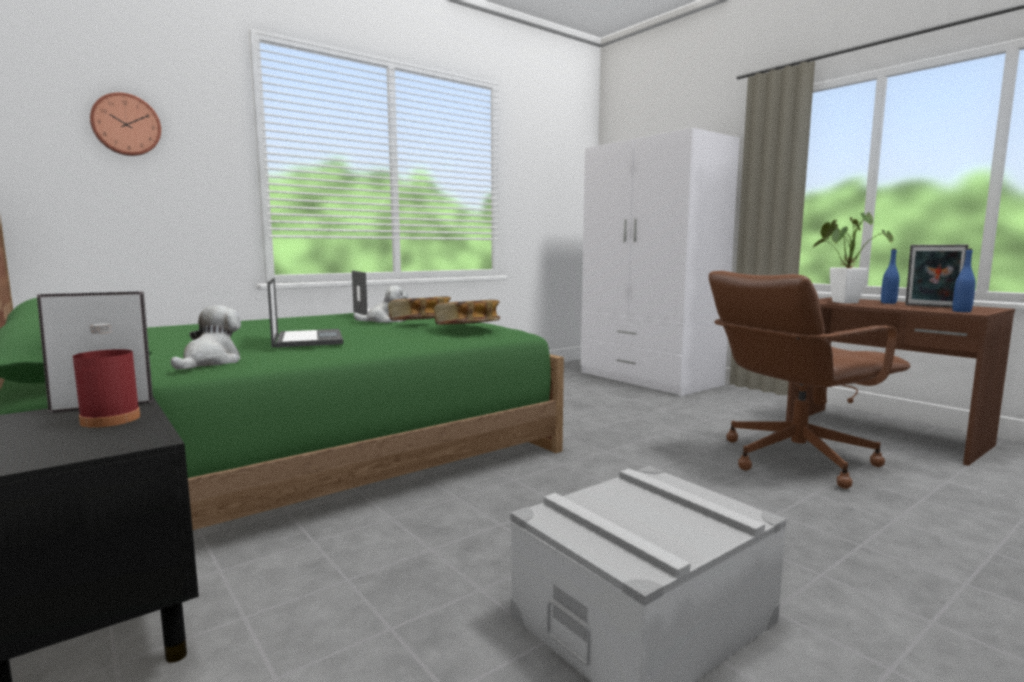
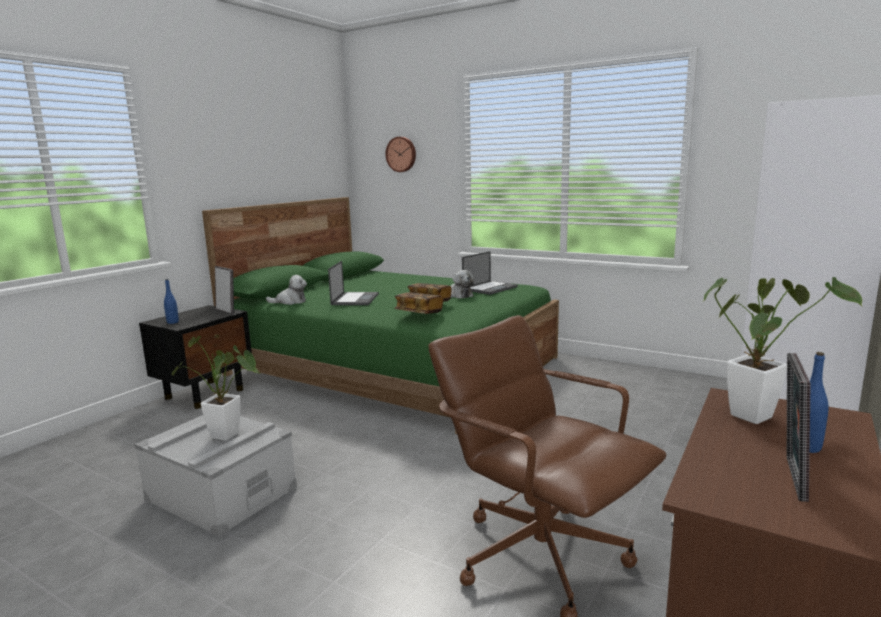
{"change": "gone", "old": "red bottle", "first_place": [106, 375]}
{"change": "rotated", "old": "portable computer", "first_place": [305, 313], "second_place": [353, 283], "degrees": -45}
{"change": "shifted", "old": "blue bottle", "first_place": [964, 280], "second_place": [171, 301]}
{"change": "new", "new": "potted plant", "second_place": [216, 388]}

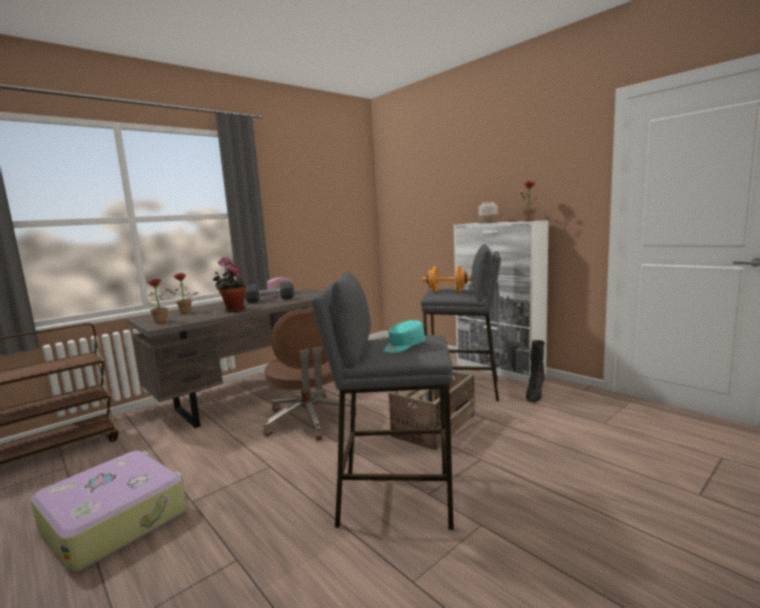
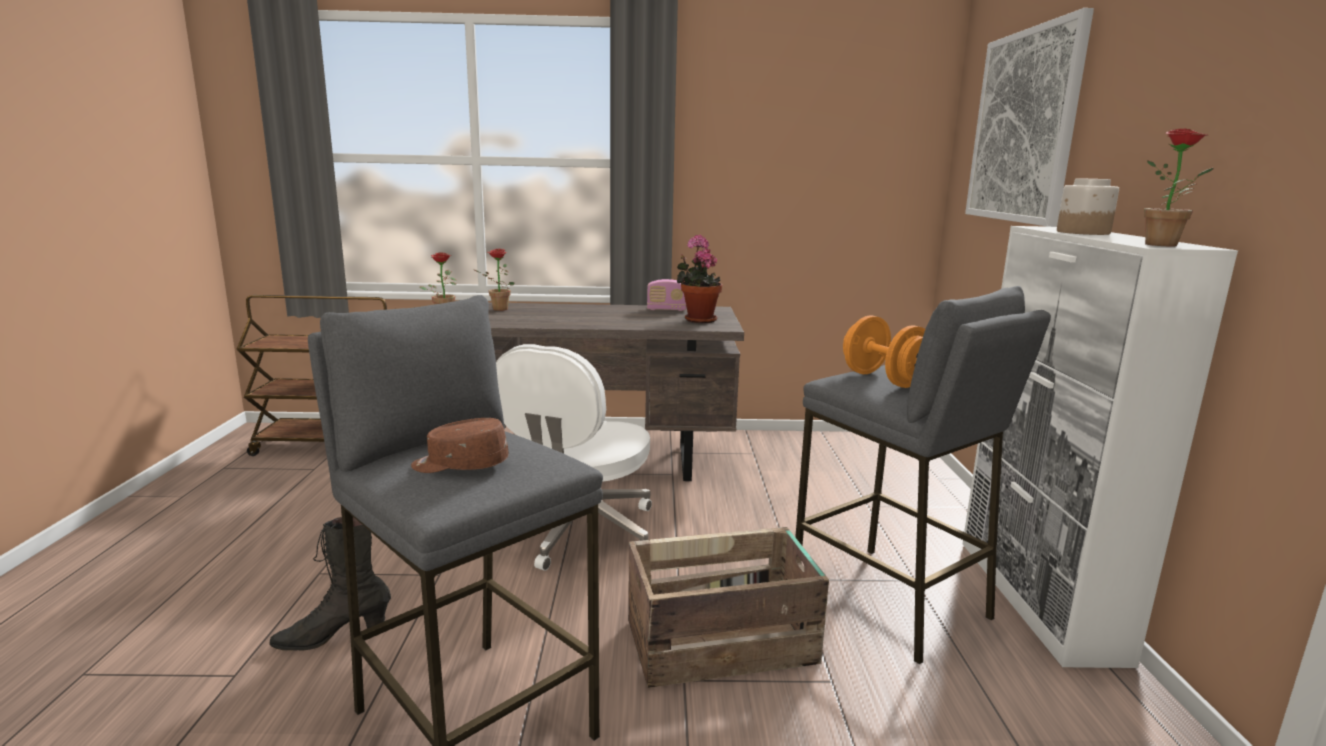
{"change": "gone", "old": "suitcase", "first_place": [108, 511]}
{"change": "shifted", "old": "potted plant", "first_place": [229, 284], "second_place": [699, 279]}
{"change": "gone", "old": "black free weight", "first_place": [269, 292]}
{"change": "repainted", "old": "brown computer chair", "new": "white-coloured computer chair", "first_place": [309, 374], "second_place": [574, 457]}
{"change": "repainted", "old": "turquoise-coloured peaked cap", "new": "brown peaked cap", "first_place": [404, 336], "second_place": [460, 445]}
{"change": "shifted", "old": "black high-top boot", "first_place": [535, 371], "second_place": [330, 584]}
{"change": "new", "new": "wall picture", "second_place": [1029, 117]}

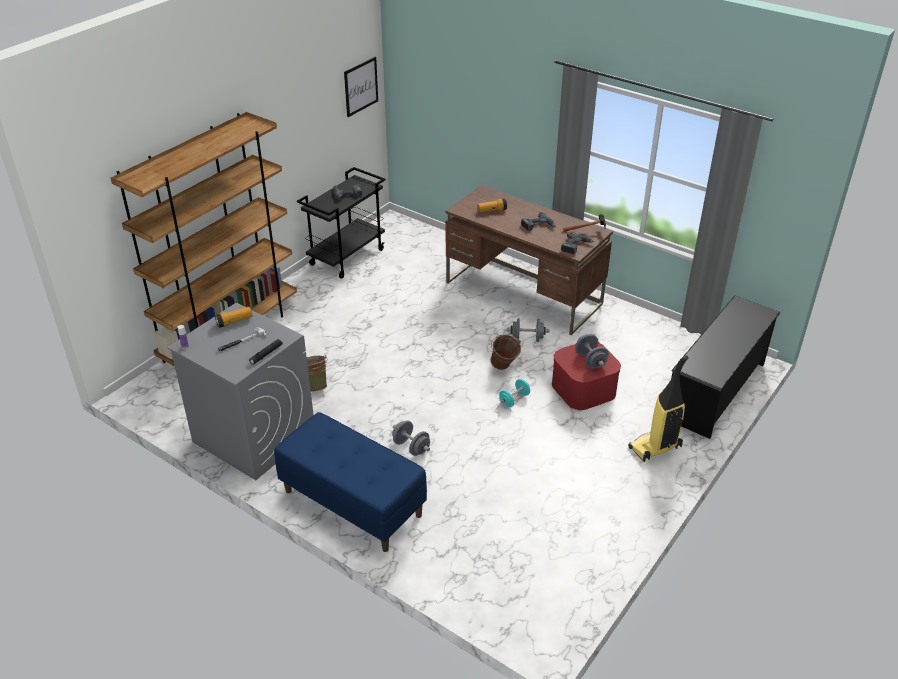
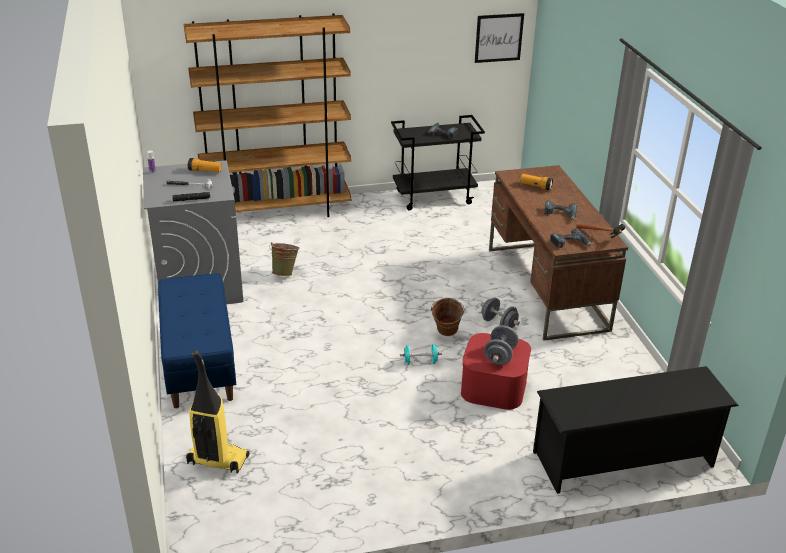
{"change": "gone", "old": "greyish free weight", "first_place": [411, 438]}
{"change": "shifted", "old": "hoover", "first_place": [658, 408], "second_place": [218, 412]}

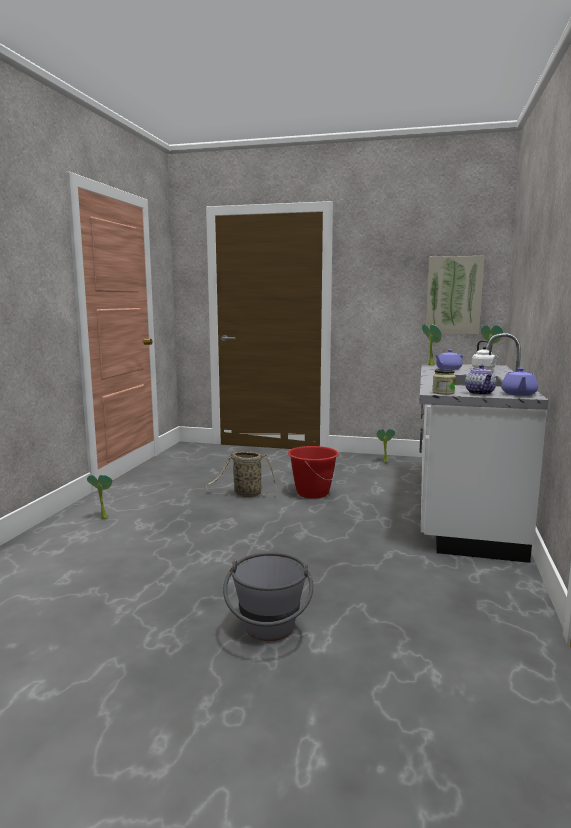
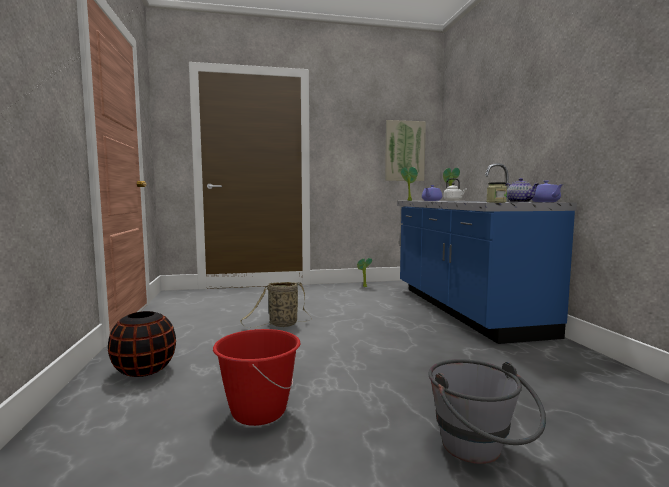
{"change": "swapped", "old": "potted plant", "new": "black flower vase", "first_place": [99, 497], "second_place": [142, 344]}
{"change": "shifted", "old": "red water bucket", "first_place": [313, 472], "second_place": [256, 377]}
{"change": "repainted", "old": "white-coloured kitchen base unit", "new": "blue kitchen base unit", "first_place": [484, 448], "second_place": [487, 253]}

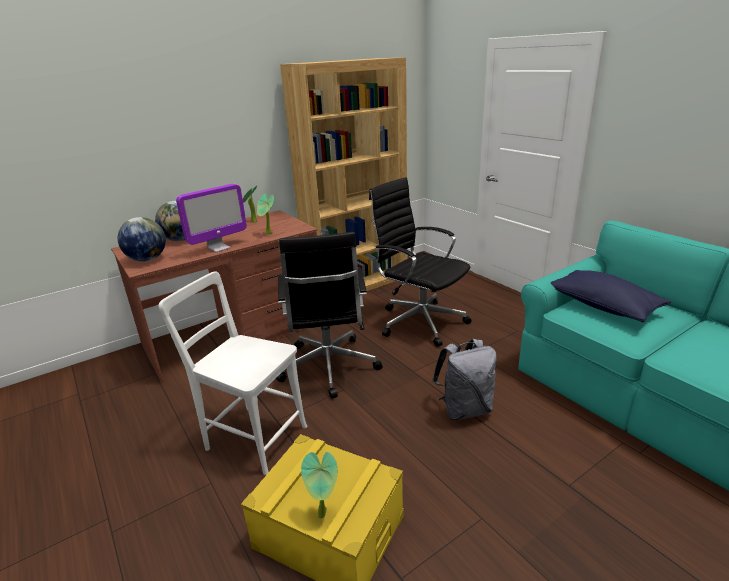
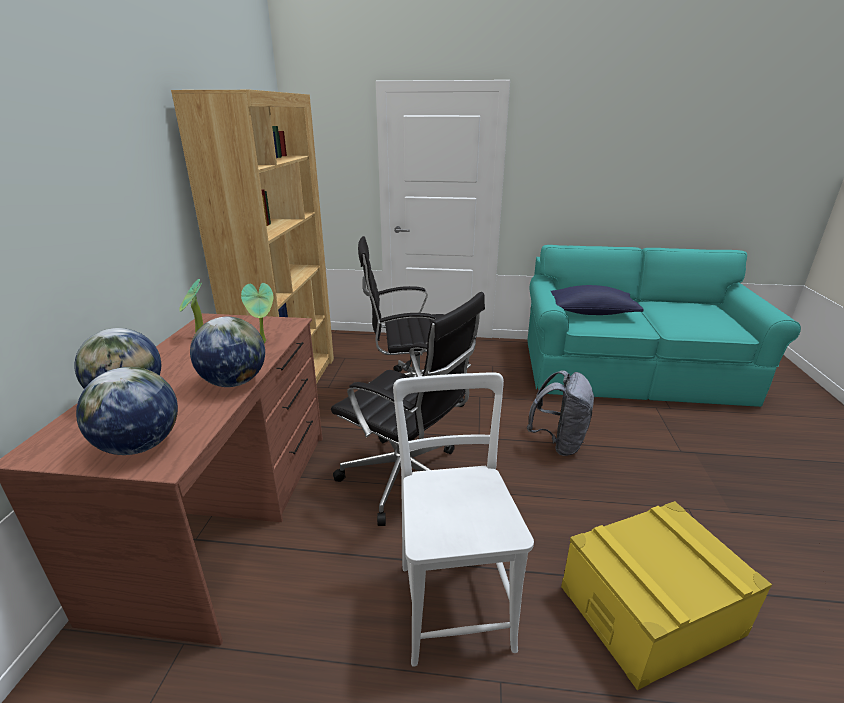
{"change": "rotated", "old": "white-coloured upright chair", "first_place": [233, 373], "second_place": [463, 520], "degrees": 105}
{"change": "swapped", "old": "computer display", "new": "world globe", "first_place": [211, 218], "second_place": [227, 352]}
{"change": "gone", "old": "potted plant", "first_place": [319, 485]}

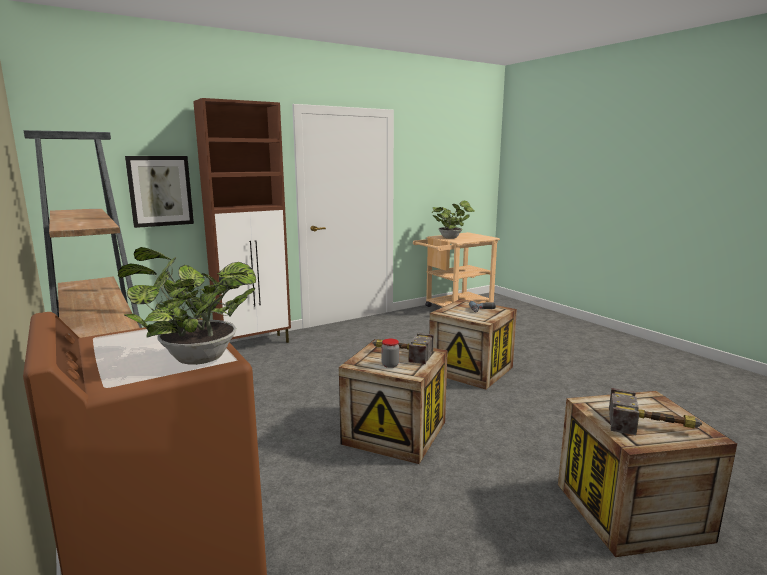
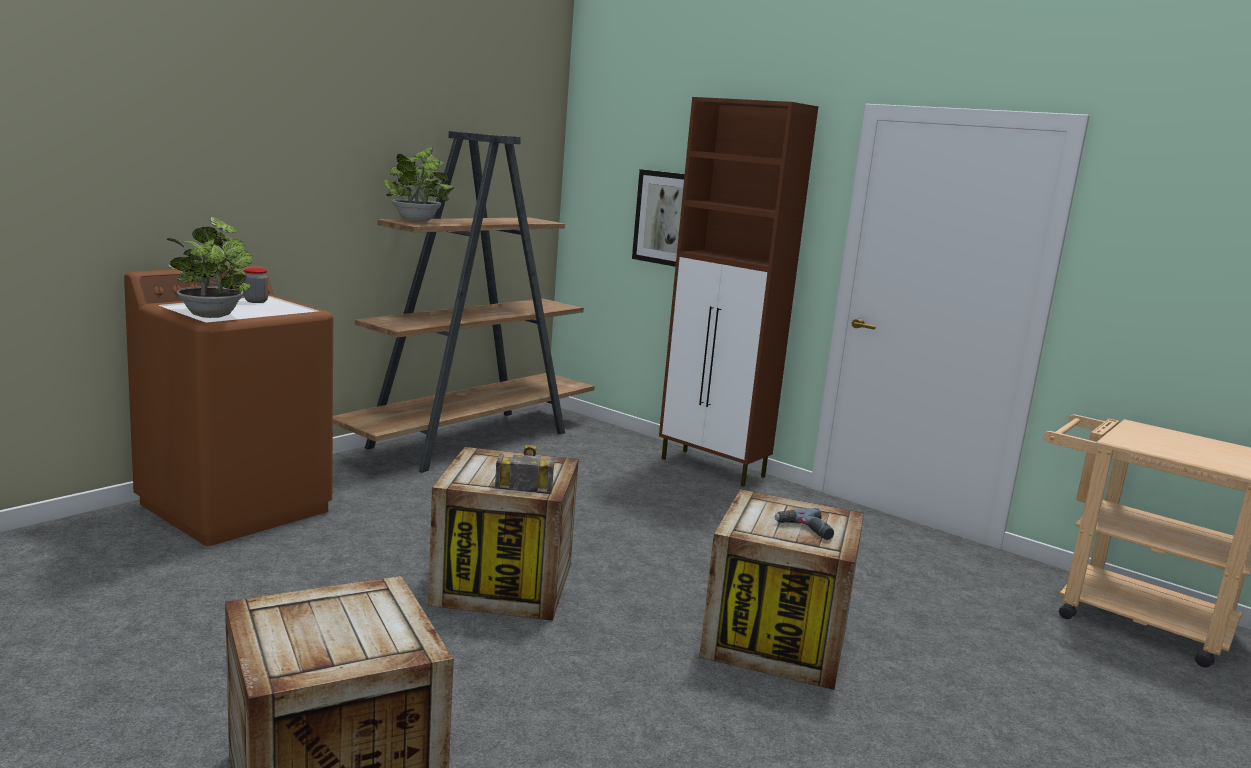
{"change": "shifted", "old": "storage jar", "first_place": [390, 353], "second_place": [256, 285]}
{"change": "shifted", "old": "potted plant", "first_place": [453, 219], "second_place": [419, 184]}
{"change": "gone", "old": "tool hammer", "first_place": [655, 411]}

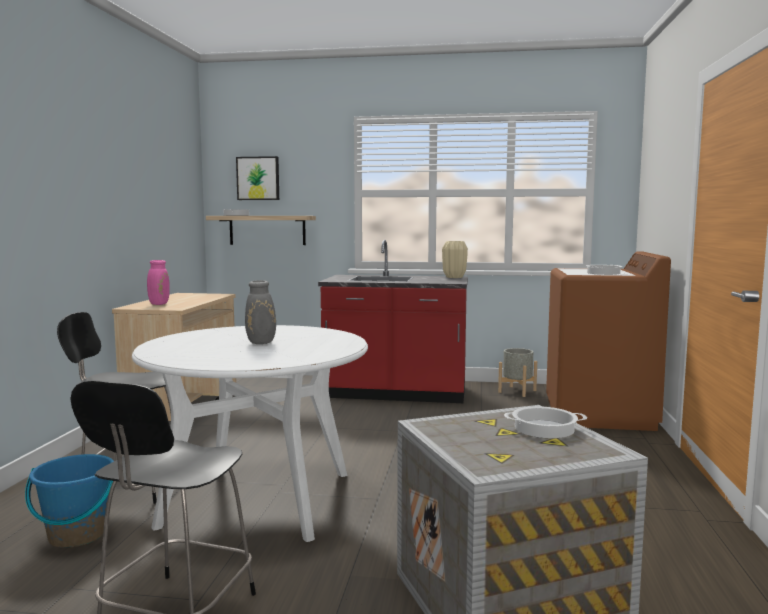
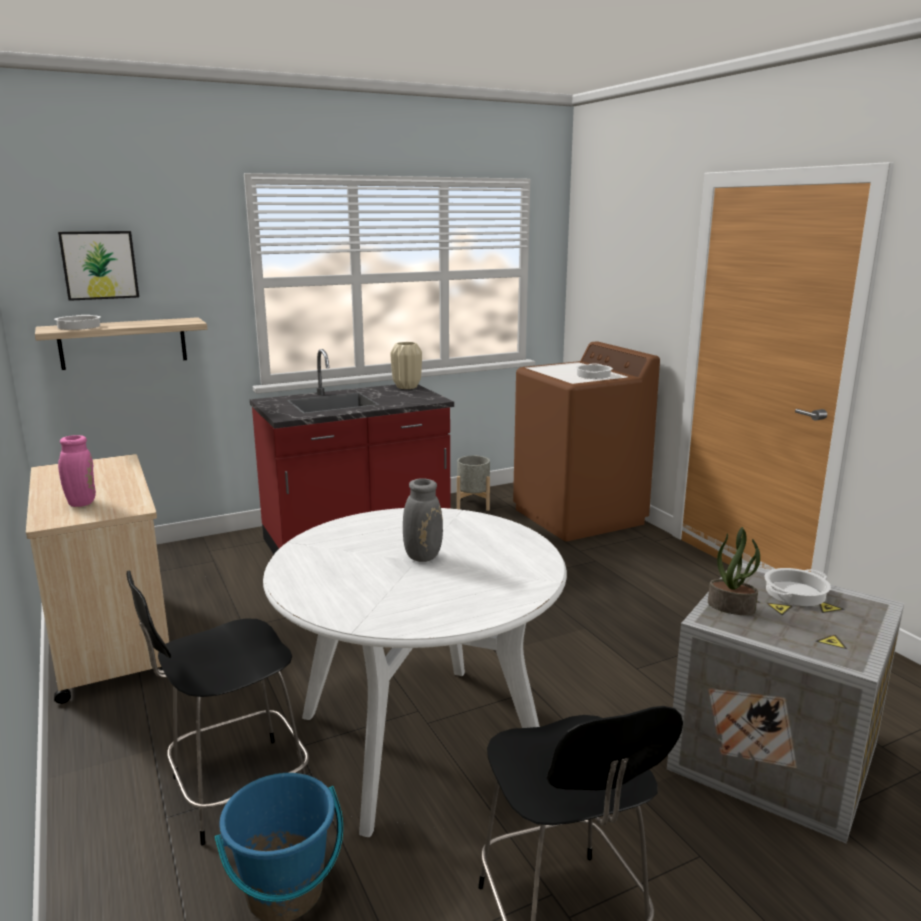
{"change": "new", "new": "potted plant", "second_place": [734, 571]}

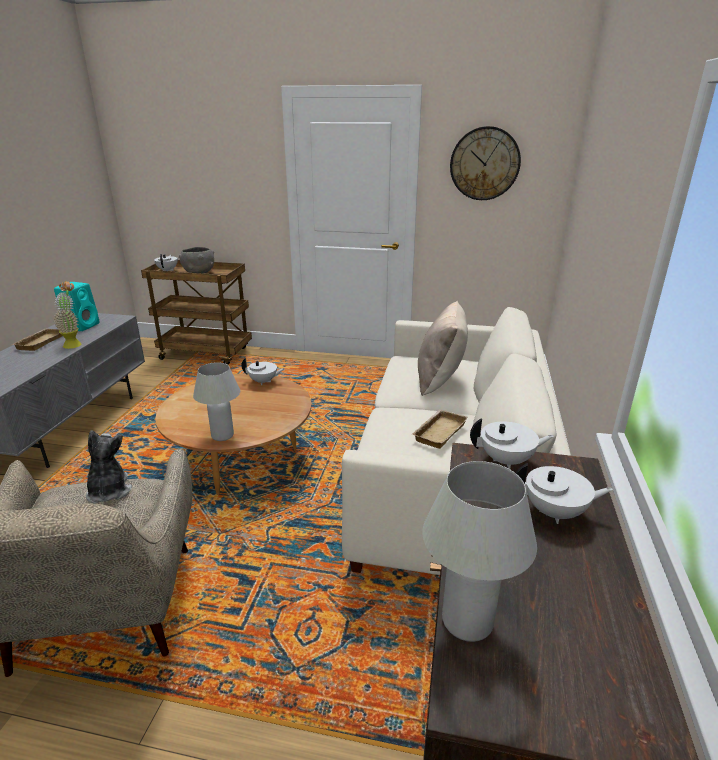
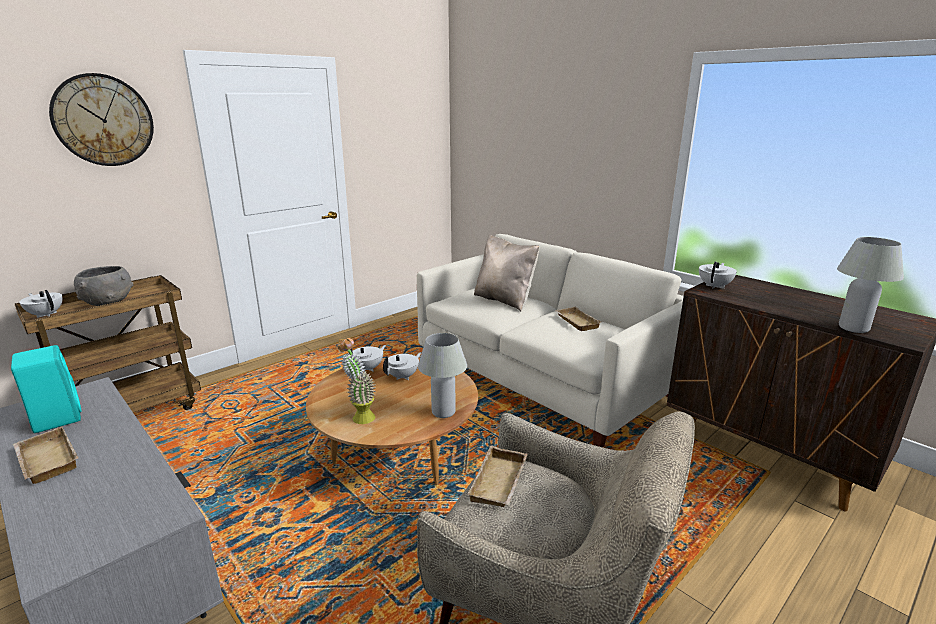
{"change": "shifted", "old": "potted plant", "first_place": [67, 315], "second_place": [357, 381]}
{"change": "swapped", "old": "soft toy", "new": "beige-coloured carrying tray", "first_place": [109, 467], "second_place": [497, 476]}
{"change": "shifted", "old": "hanging clock", "first_place": [485, 163], "second_place": [101, 119]}
{"change": "shifted", "old": "white-coloured teapot", "first_place": [564, 493], "second_place": [402, 366]}

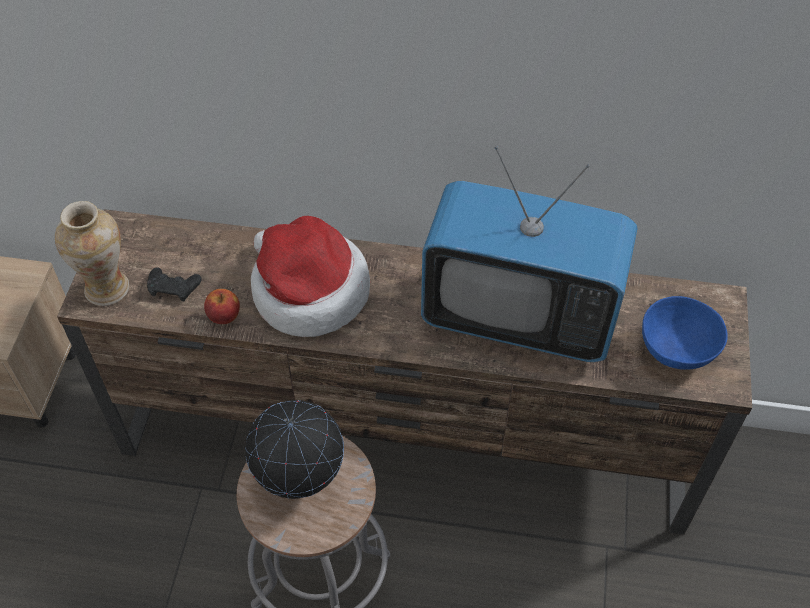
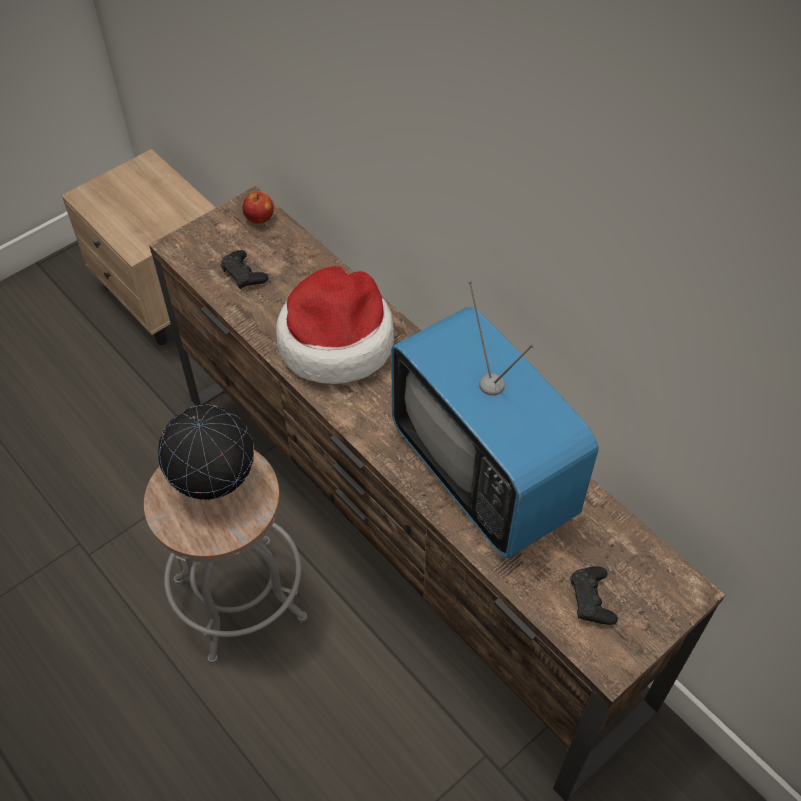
{"change": "gone", "old": "flower vase", "first_place": [92, 253]}
{"change": "shifted", "old": "apple fruit", "first_place": [222, 306], "second_place": [258, 207]}
{"change": "swapped", "old": "blue deep dish", "new": "black joypad", "first_place": [685, 333], "second_place": [594, 595]}

